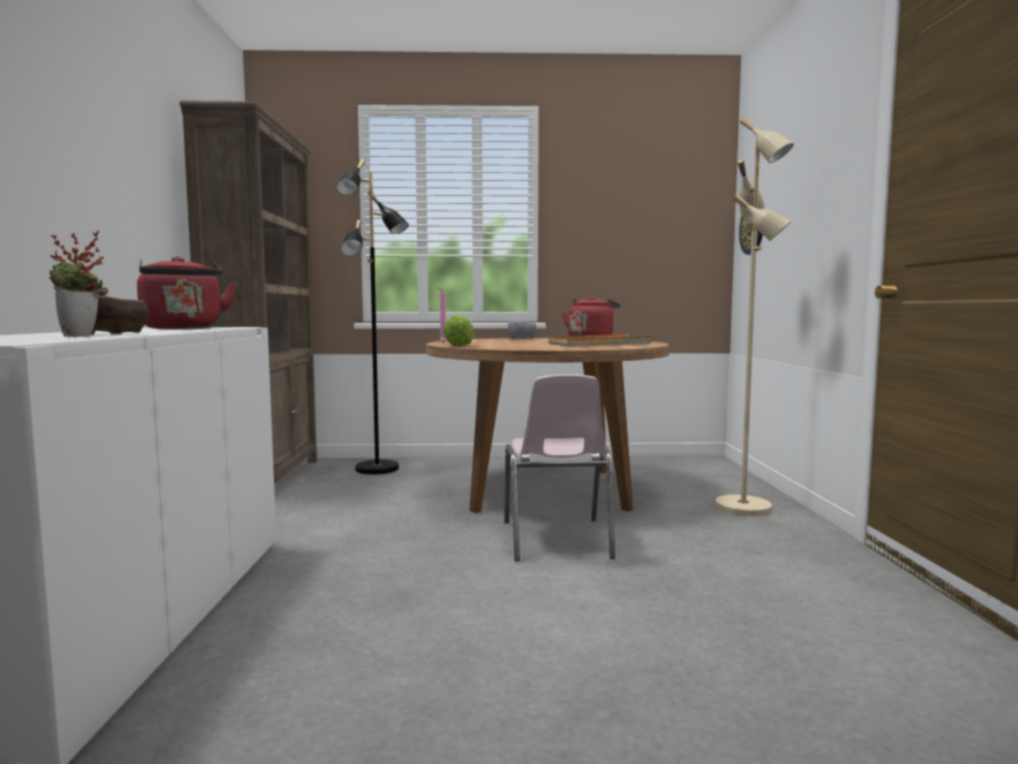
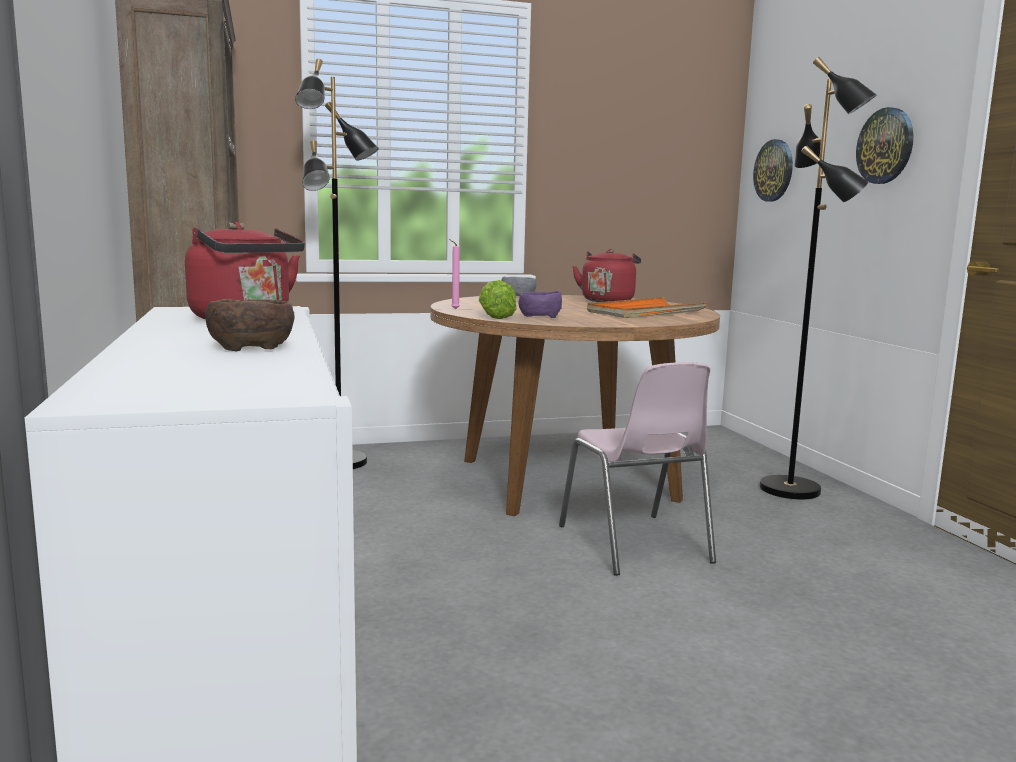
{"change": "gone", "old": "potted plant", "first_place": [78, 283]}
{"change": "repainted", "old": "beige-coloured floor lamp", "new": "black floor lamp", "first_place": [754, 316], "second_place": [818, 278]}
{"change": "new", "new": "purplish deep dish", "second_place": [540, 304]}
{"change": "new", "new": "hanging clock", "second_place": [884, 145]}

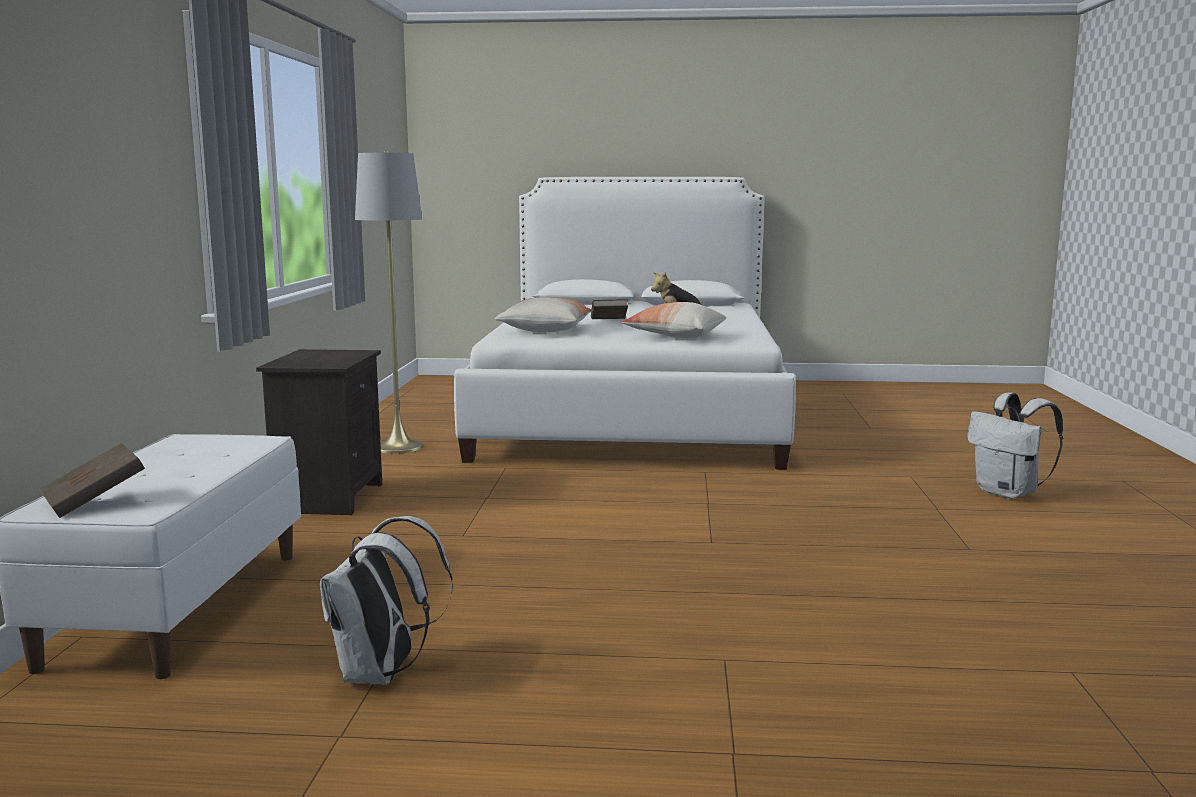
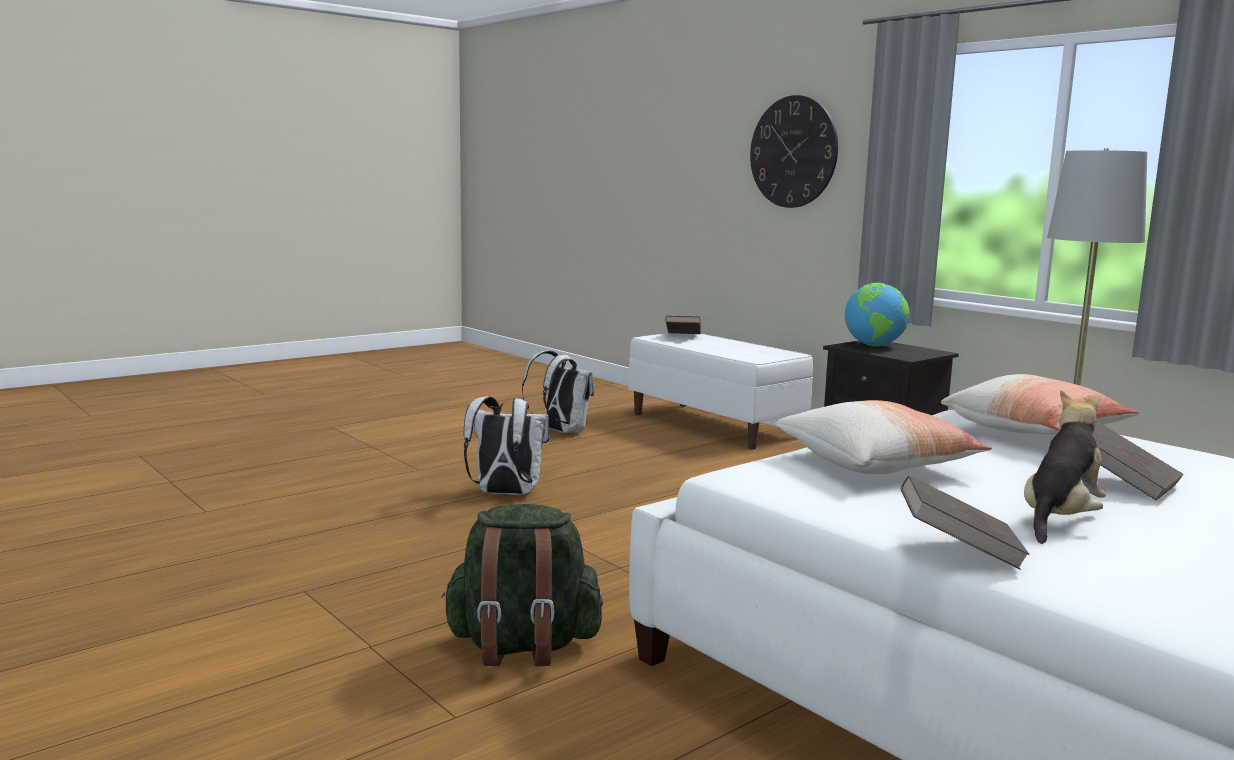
{"change": "shifted", "old": "white-coloured knapsack", "first_place": [1015, 445], "second_place": [506, 445]}
{"change": "new", "new": "green-coloured knapsack", "second_place": [522, 585]}
{"change": "new", "new": "hanging clock", "second_place": [794, 151]}
{"change": "new", "new": "world globe", "second_place": [877, 314]}
{"change": "new", "new": "brown volume", "second_place": [965, 522]}

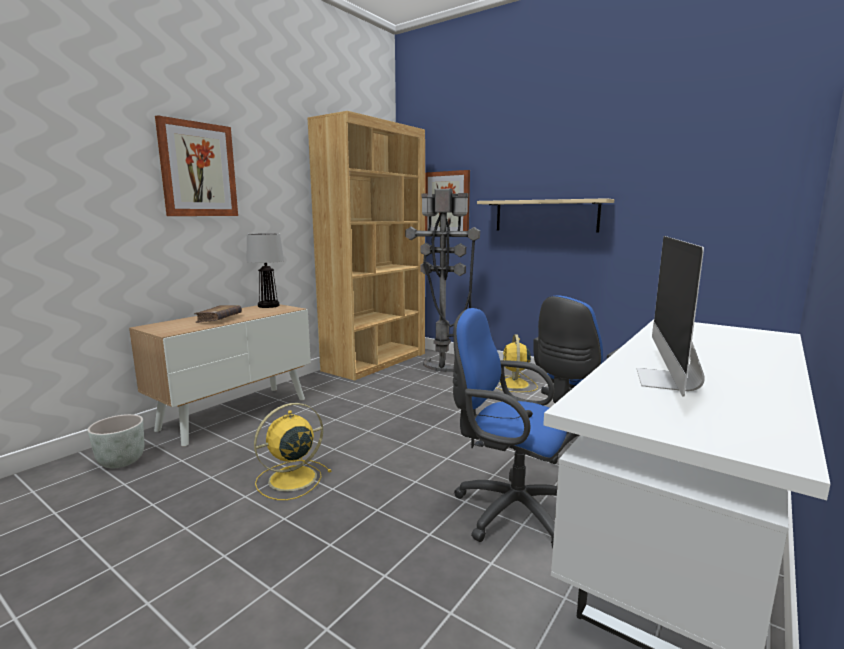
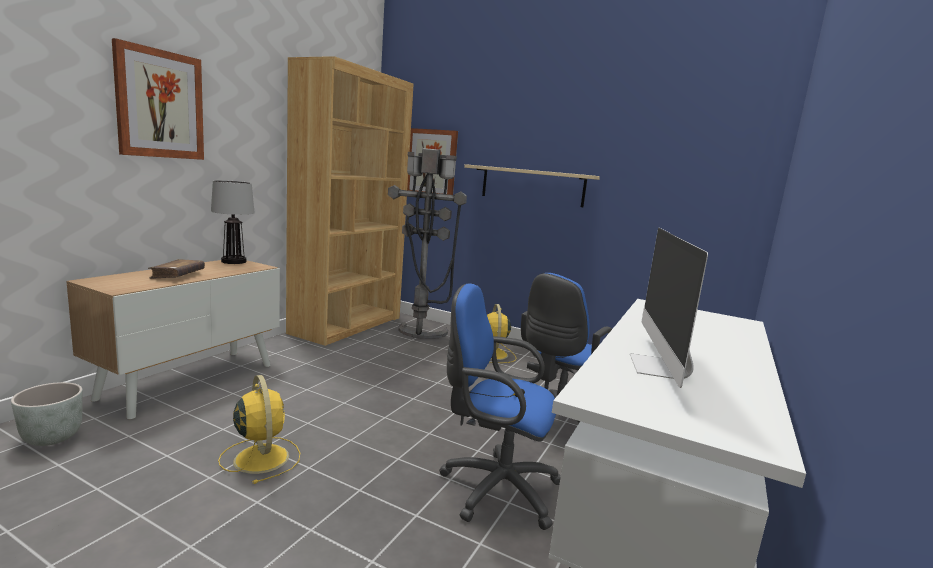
{"change": "rotated", "old": "yellowish cooling fan", "first_place": [293, 451], "second_place": [259, 429], "degrees": 105}

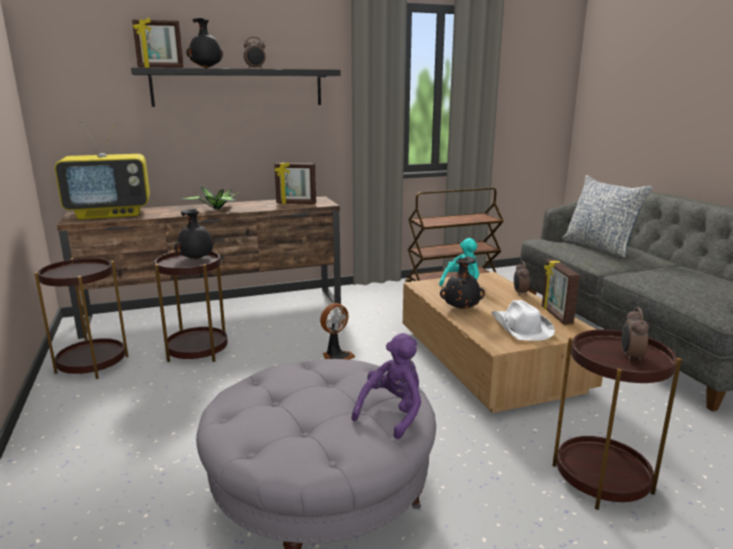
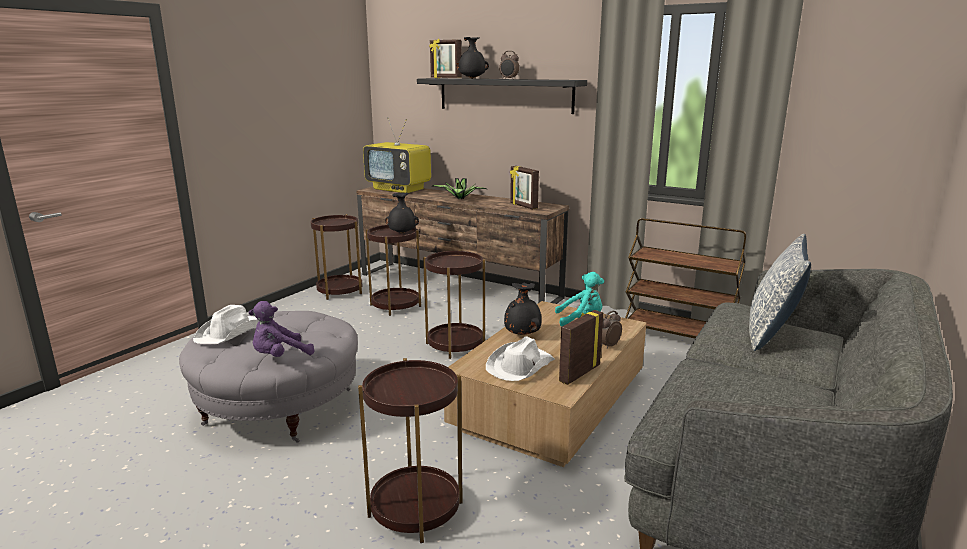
{"change": "swapped", "old": "cooling fan", "new": "brown side table", "first_place": [337, 331], "second_place": [454, 304]}
{"change": "rotated", "old": "purplish soft toy", "first_place": [386, 386], "second_place": [282, 329], "degrees": 150}
{"change": "gone", "old": "alarm clock", "first_place": [635, 334]}
{"change": "new", "new": "white-coloured clothing hat", "second_place": [226, 324]}

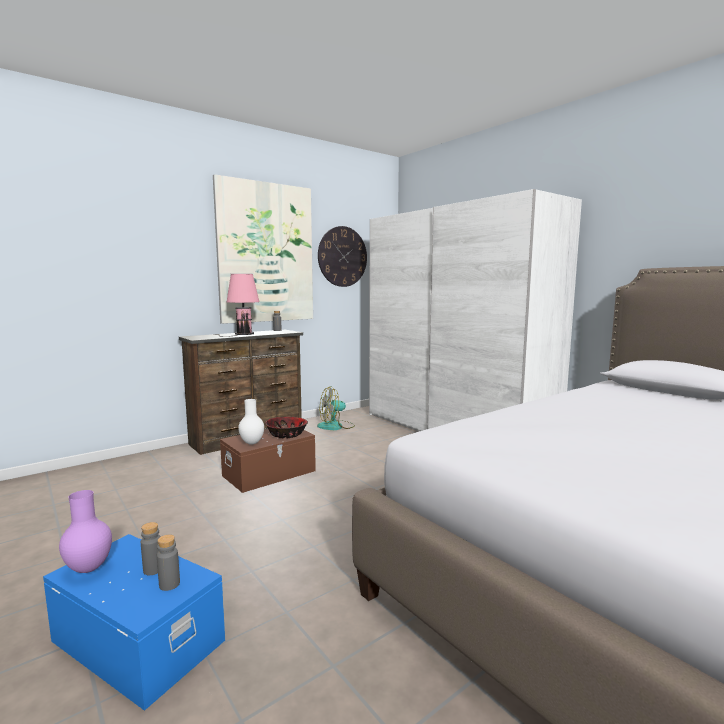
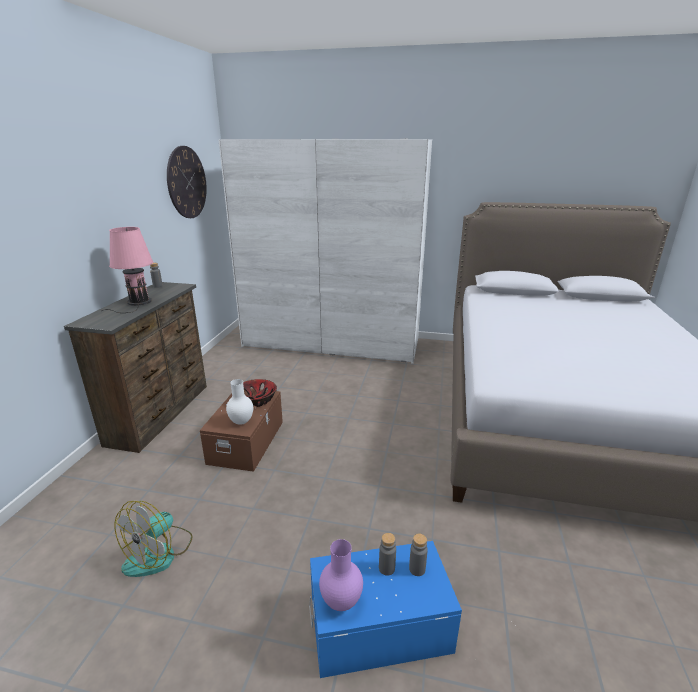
{"change": "gone", "old": "wall picture", "first_place": [263, 249]}
{"change": "shifted", "old": "cooling fan", "first_place": [336, 408], "second_place": [154, 539]}

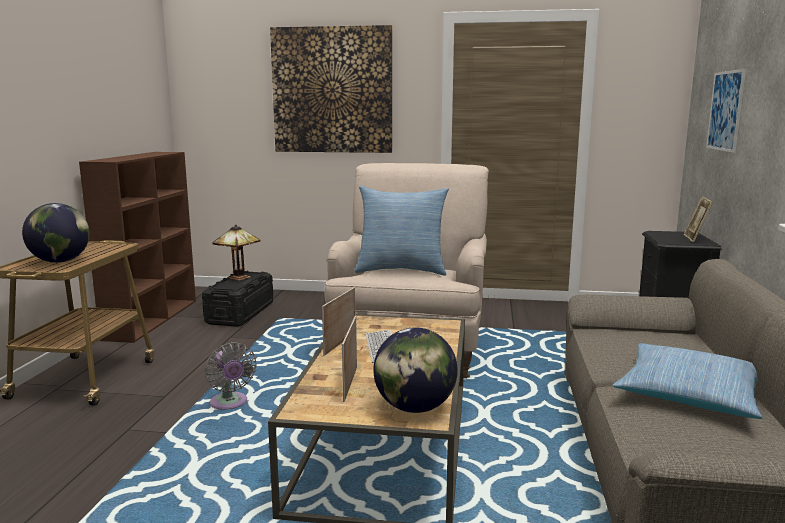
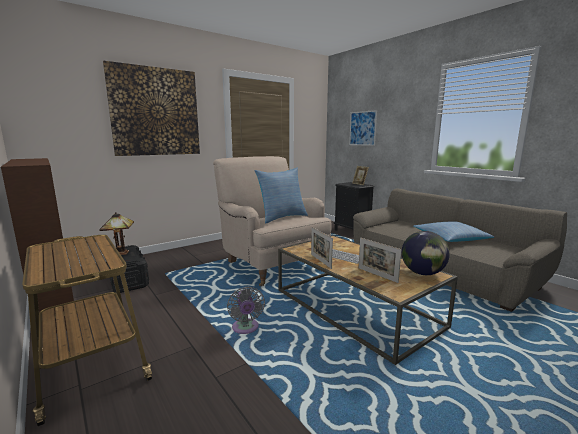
{"change": "gone", "old": "world globe", "first_place": [56, 233]}
{"change": "rotated", "old": "greyish cooling fan", "first_place": [231, 376], "second_place": [246, 310], "degrees": 60}

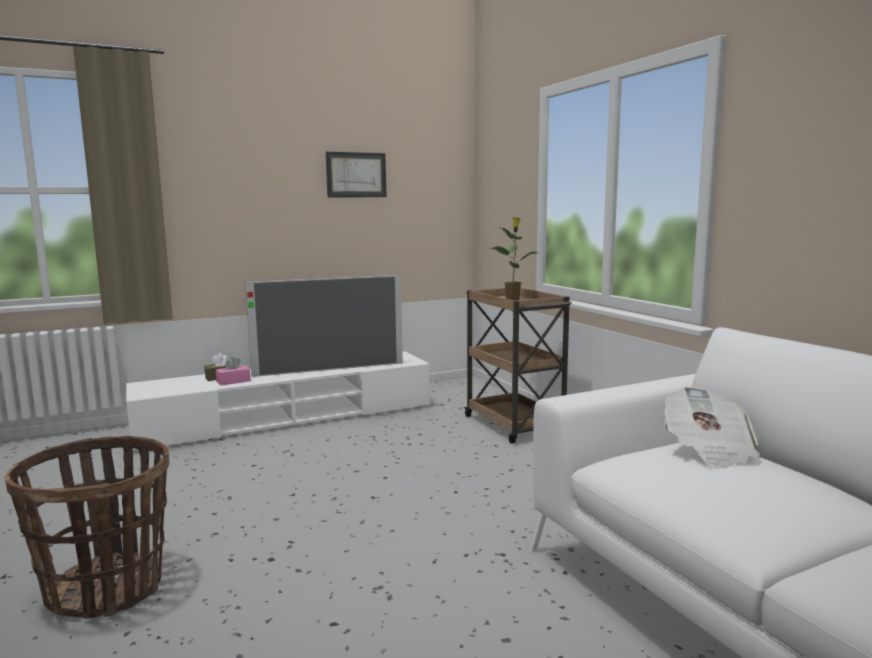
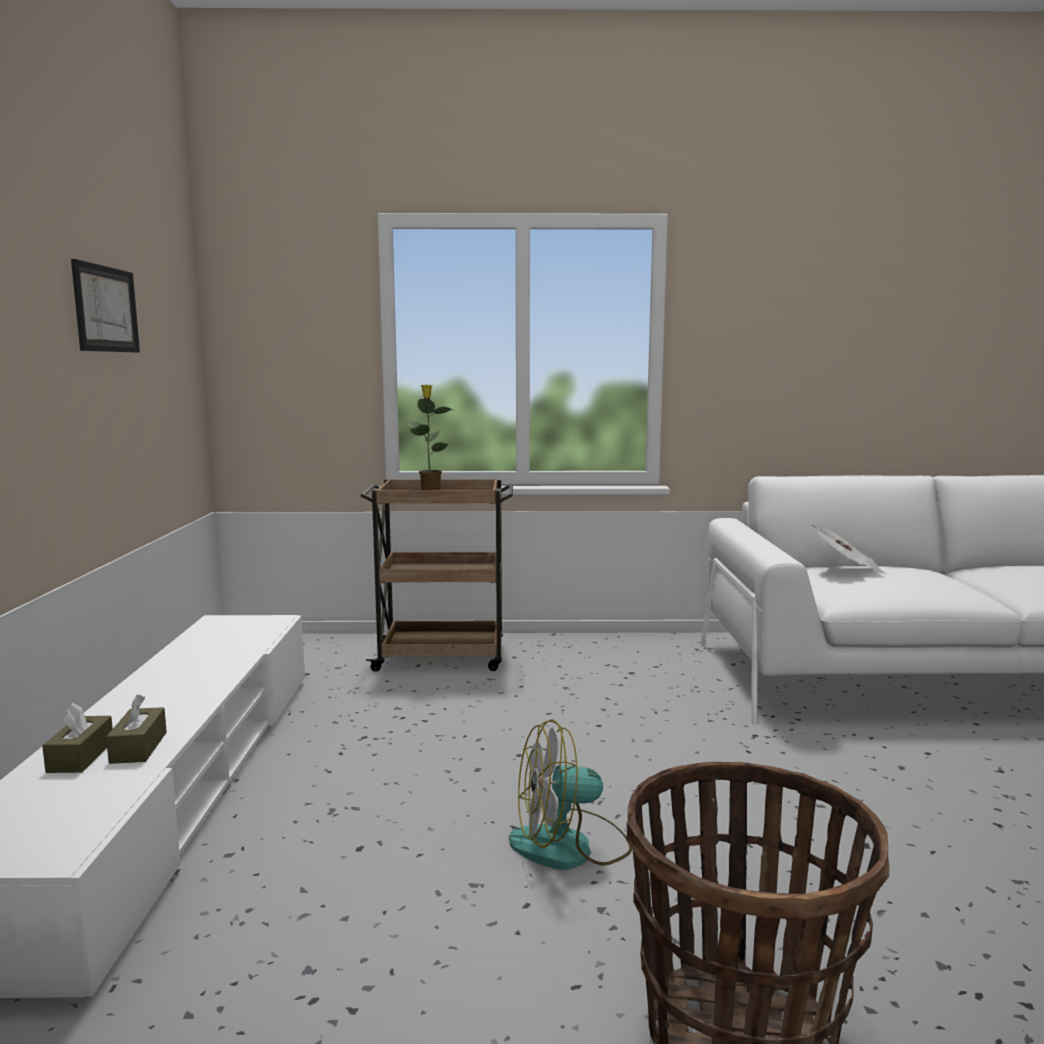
{"change": "repainted", "old": "pink-coloured tissue box", "new": "brown tissue box", "first_place": [233, 371], "second_place": [136, 729]}
{"change": "gone", "old": "television", "first_place": [324, 326]}
{"change": "new", "new": "cooling fan", "second_place": [570, 794]}

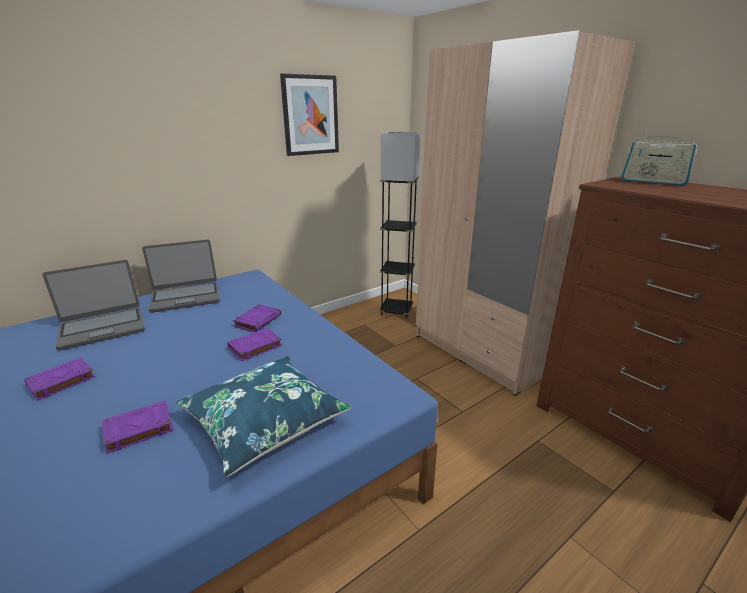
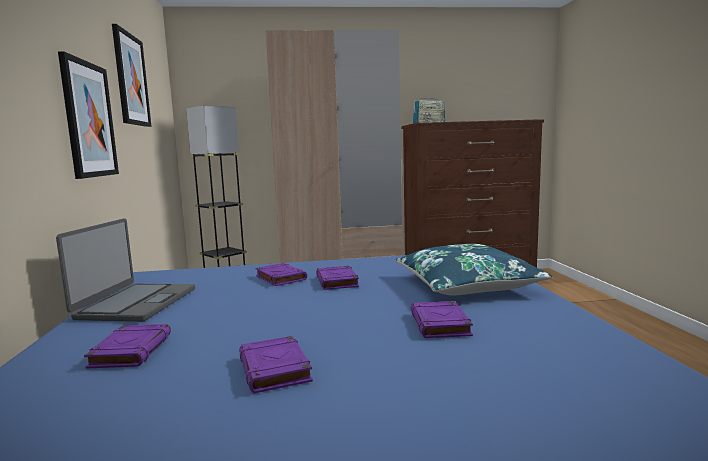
{"change": "swapped", "old": "portable computer", "new": "purplish volume", "first_place": [93, 305], "second_place": [127, 346]}
{"change": "new", "new": "wall picture", "second_place": [88, 115]}

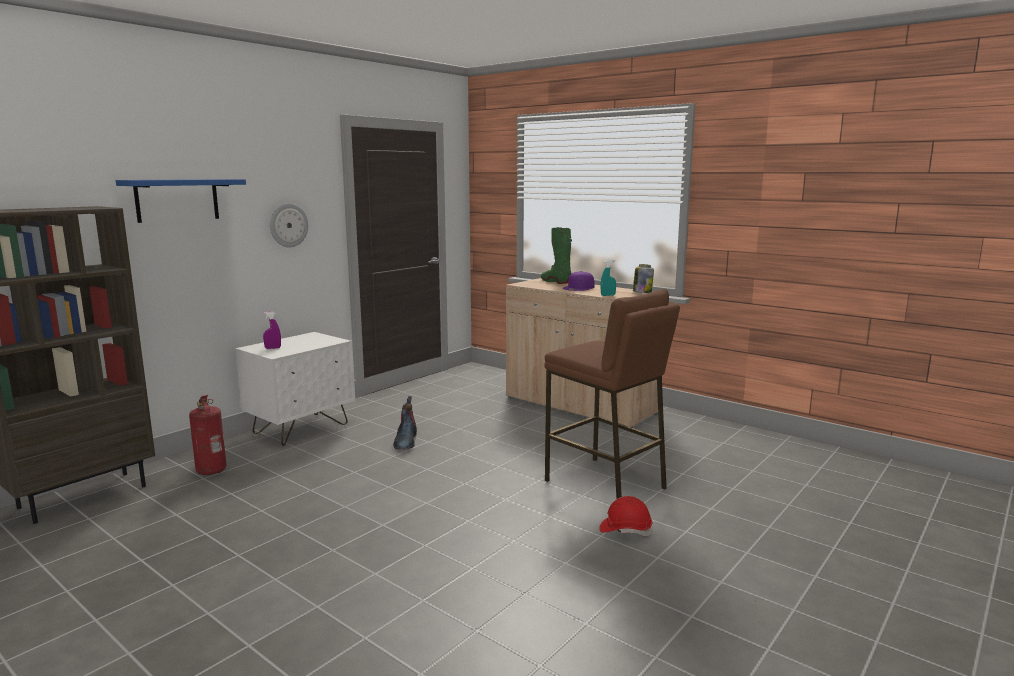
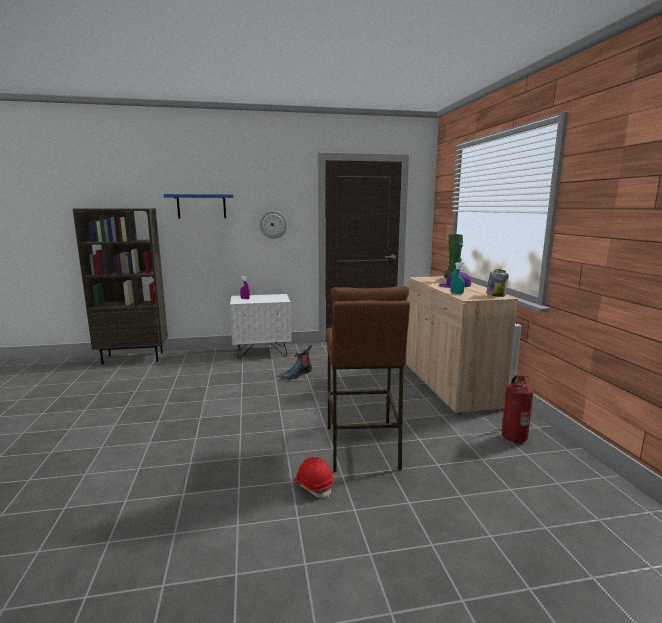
{"change": "shifted", "old": "fire extinguisher", "first_place": [207, 435], "second_place": [518, 409]}

